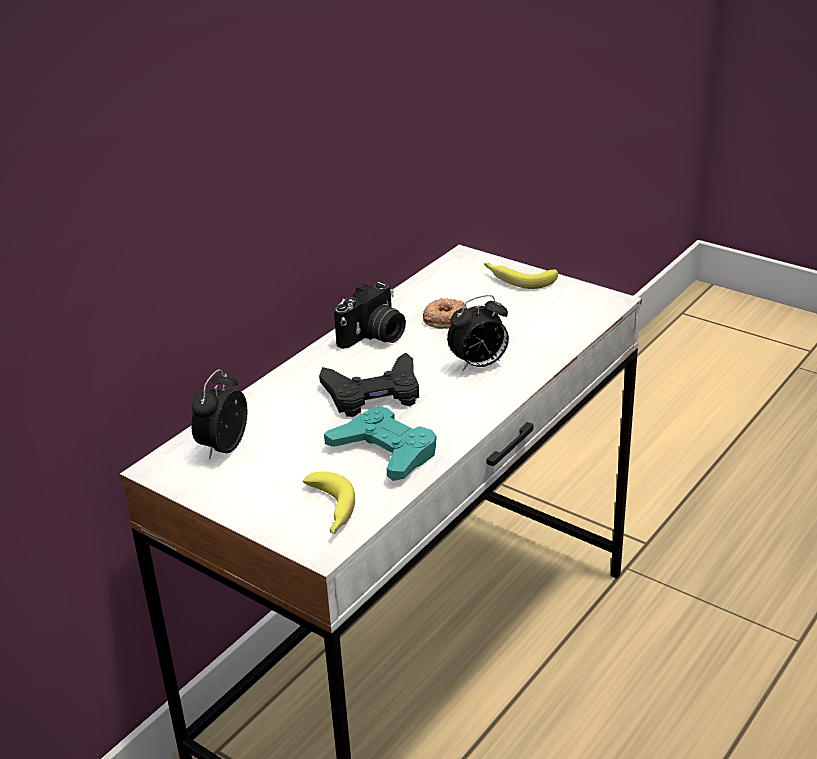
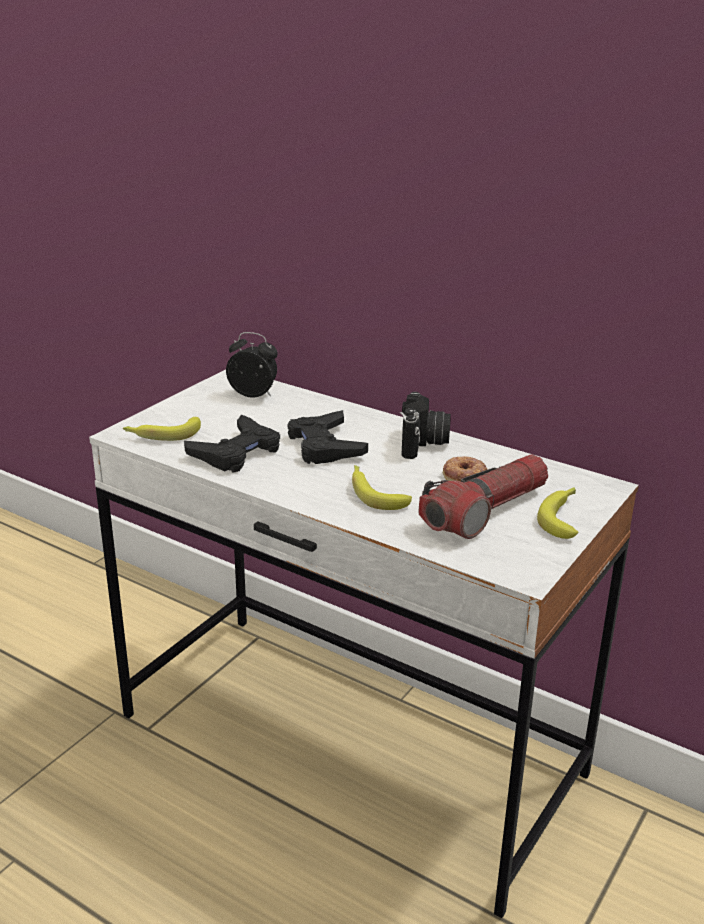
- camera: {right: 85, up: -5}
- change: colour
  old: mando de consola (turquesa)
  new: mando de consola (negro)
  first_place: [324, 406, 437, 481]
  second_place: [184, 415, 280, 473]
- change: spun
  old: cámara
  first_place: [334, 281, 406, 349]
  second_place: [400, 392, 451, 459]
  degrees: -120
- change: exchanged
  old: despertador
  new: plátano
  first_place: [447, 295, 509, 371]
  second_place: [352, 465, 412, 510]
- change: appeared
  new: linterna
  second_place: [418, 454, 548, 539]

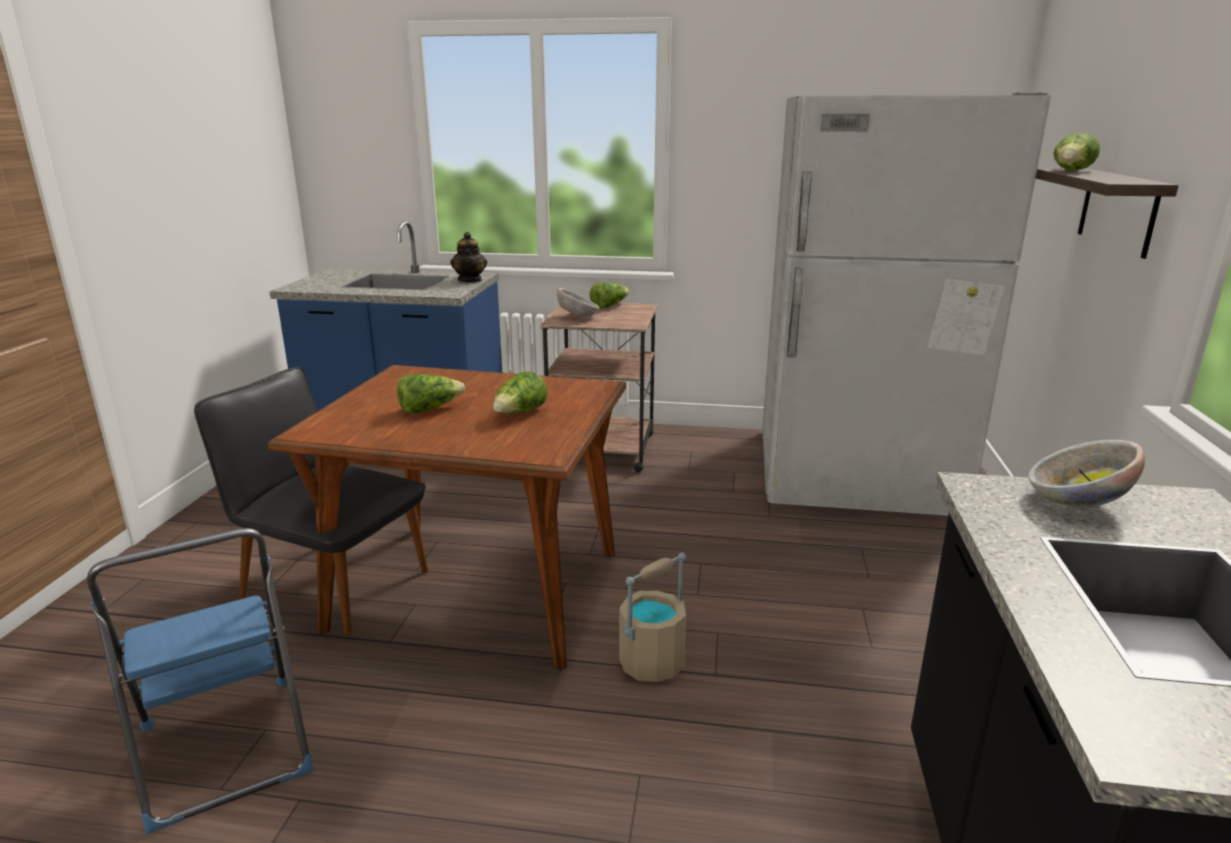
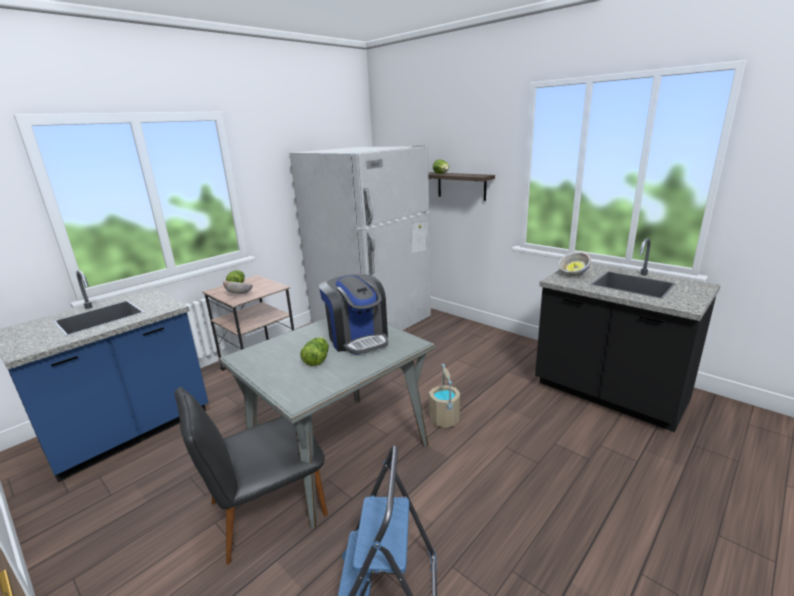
- camera: {right: -55, up: 0}
- change: colour
  old: mesa de comedor (marrón)
  new: mesa de comedor (gris)
  first_place: [268, 365, 626, 670]
  second_place: [219, 318, 436, 528]
- change: missing
  old: tetera
  first_place: [450, 232, 487, 283]
- change: exchanged
  old: lechuga
  new: cafetera
  first_place: [493, 371, 547, 413]
  second_place: [319, 274, 388, 355]

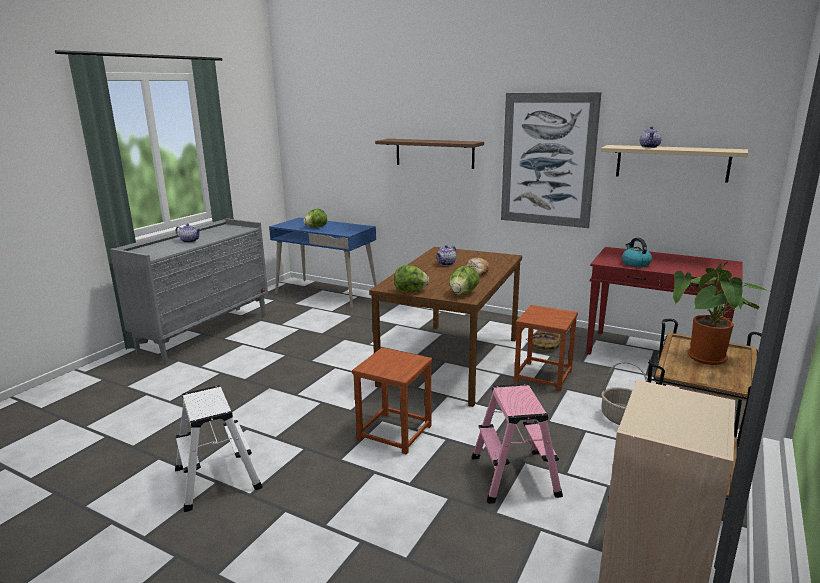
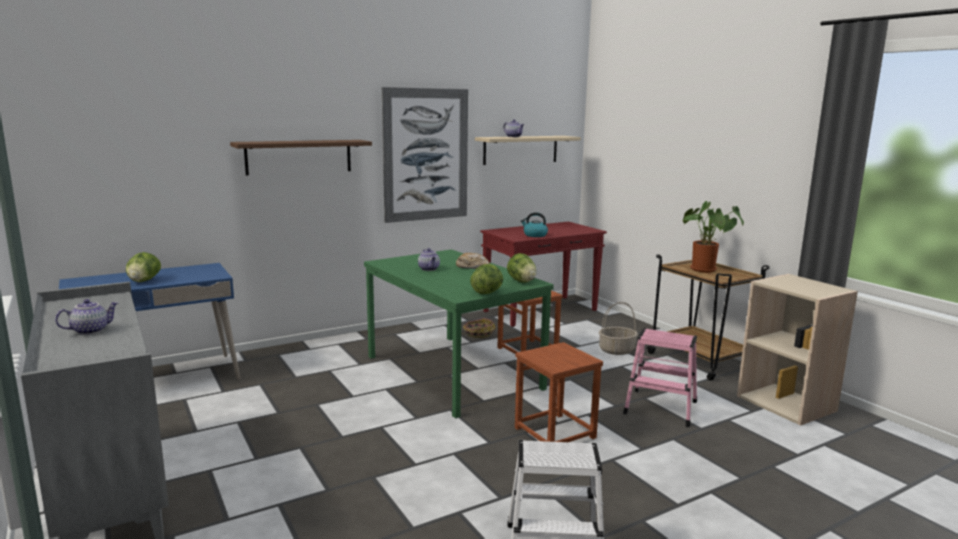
- camera: {right: -60, up: -5}
- change: colour
  old: mesa de comedor (marrón)
  new: mesa de comedor (verde)
  first_place: [369, 247, 522, 407]
  second_place: [364, 249, 554, 418]

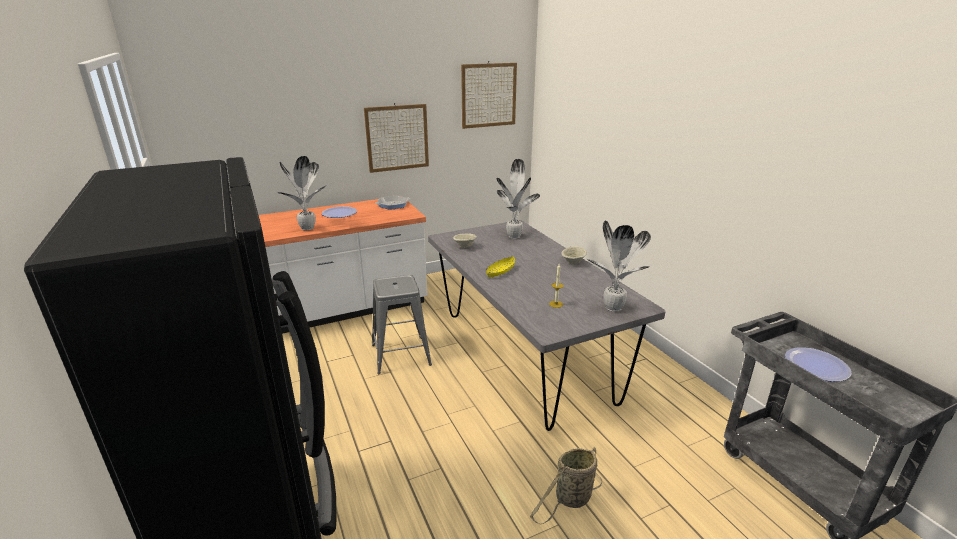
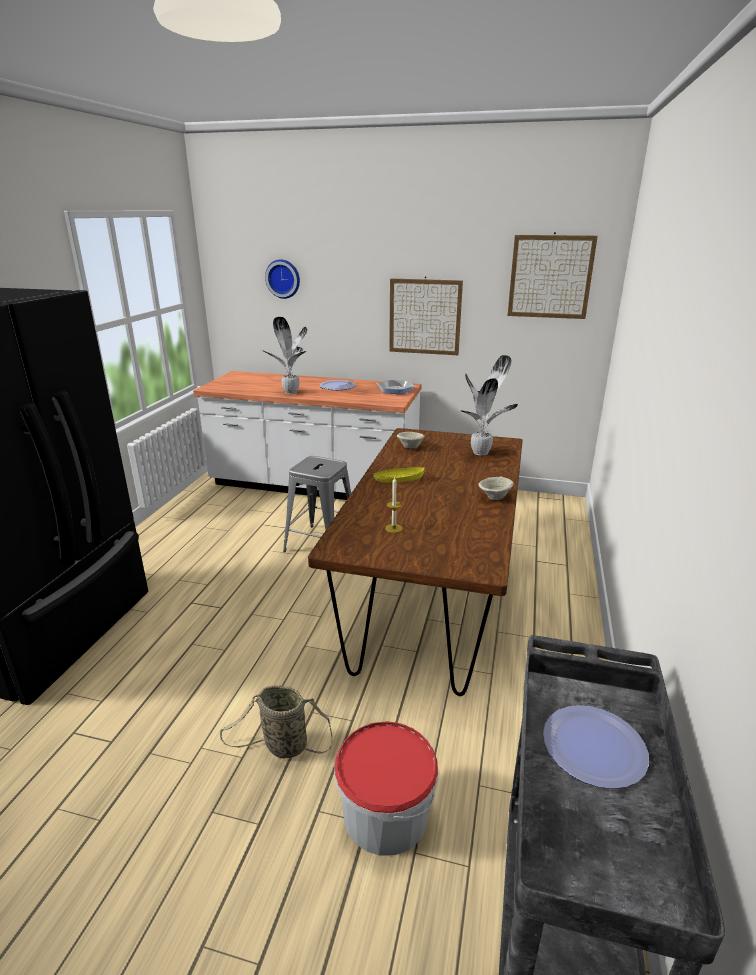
- camera: {right: 40, up: 0}
- change: colour
  old: mesa de comedor (gris)
  new: mesa de comedor (marrón)
  first_place: [428, 220, 666, 431]
  second_place: [308, 428, 523, 696]
- change: missing
  old: planta en maceta
  first_place: [587, 221, 651, 312]
- change: appeared
  new: reloj de pared
  second_place: [265, 259, 300, 299]
- change: appeared
  new: cubo
  second_place: [334, 721, 438, 855]

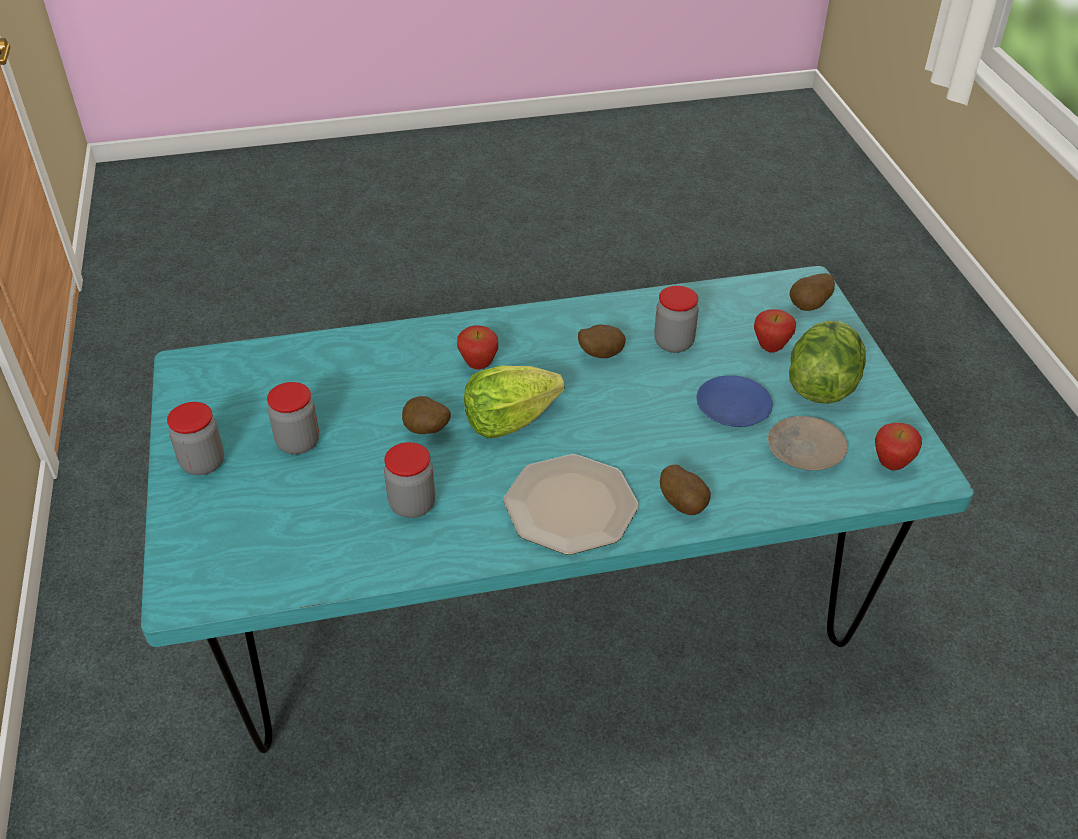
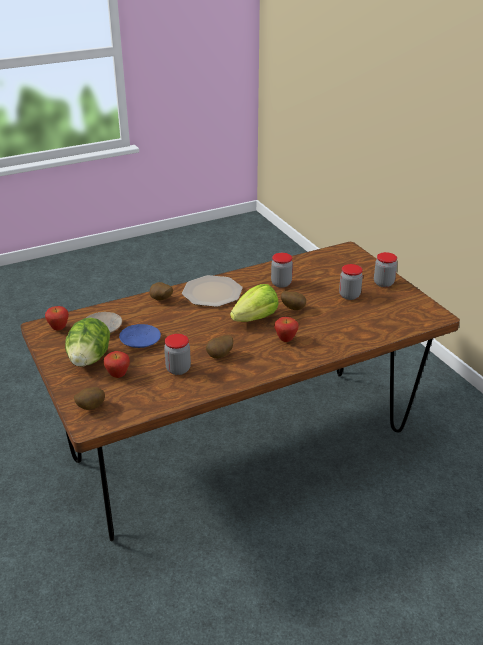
- camera: {right: 165, up: -10}
- change: colour
  old: mesa de comedor (turquesa)
  new: mesa de comedor (marrón)
  first_place: [141, 266, 974, 753]
  second_place: [21, 242, 460, 541]

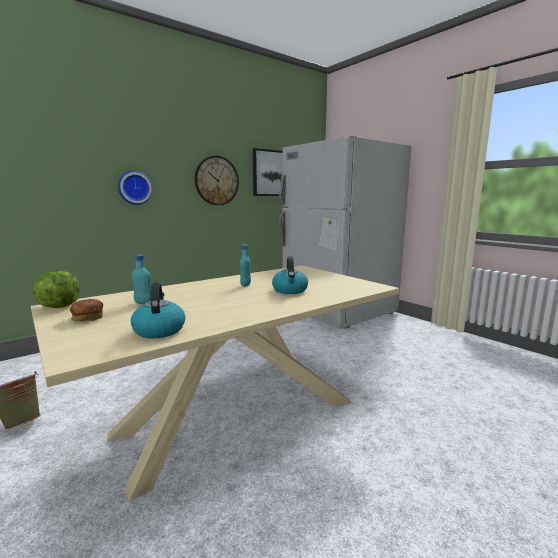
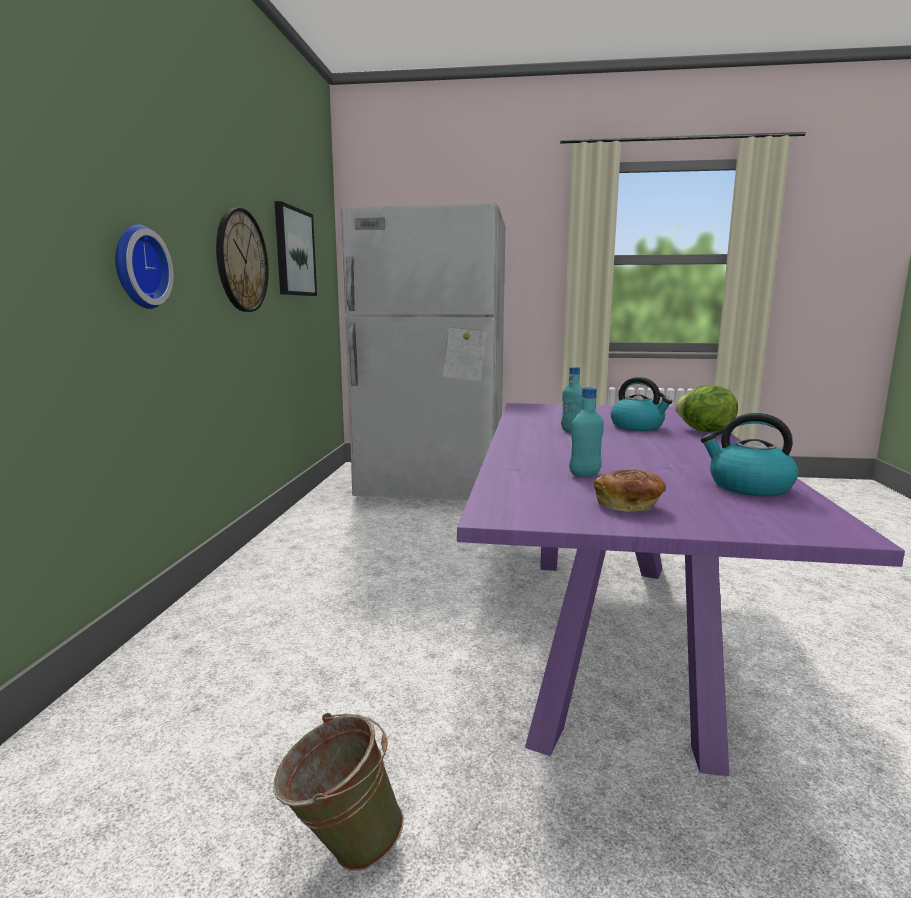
- camera: {right: -45, up: 0}
- change: colour
  old: mesa de comedor (beis)
  new: mesa de comedor (morado)
  first_place: [31, 265, 399, 501]
  second_place: [457, 403, 905, 776]
- change: relocated
  old: lechuga
  first_place: [33, 271, 80, 308]
  second_place: [675, 385, 738, 432]

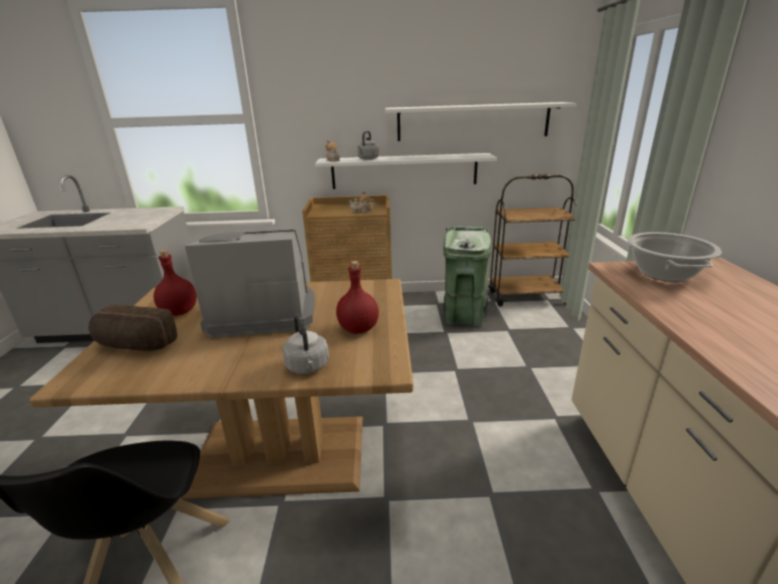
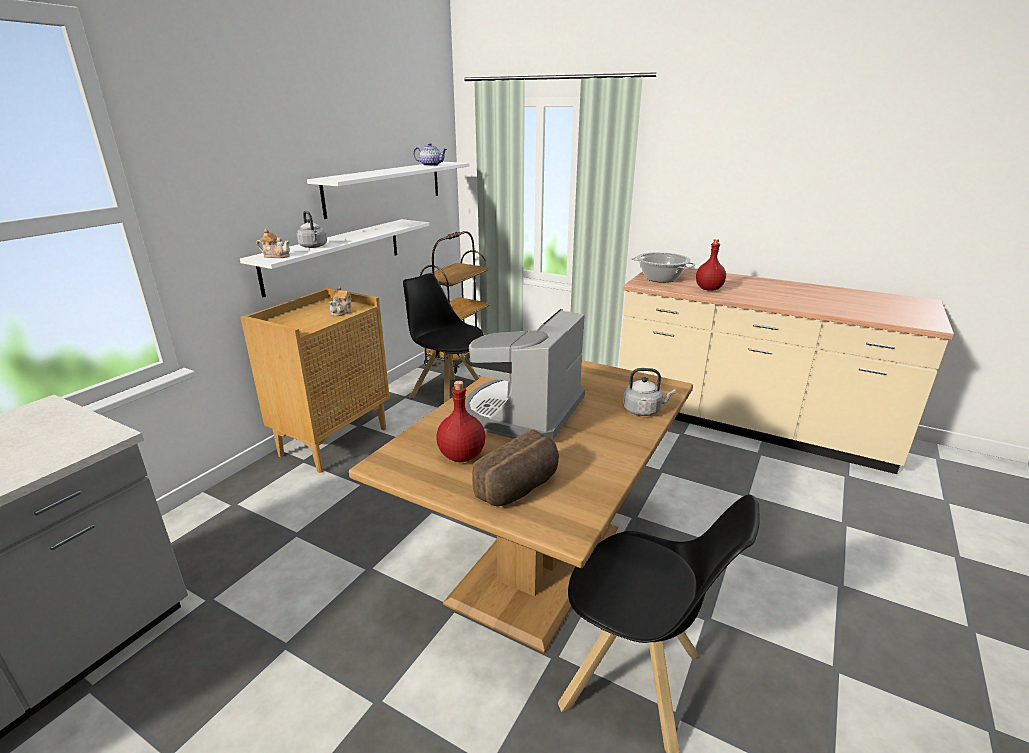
- camera: {right: -60, up: 0}
- change: relocated
  old: botella (rojo)
  first_place: [336, 261, 379, 334]
  second_place: [696, 239, 726, 291]
- change: exchanged
  old: papelera (verde)
  new: silla (negro)
  first_place: [443, 226, 491, 327]
  second_place: [403, 273, 484, 403]
- change: appeared
  new: tetera
  second_place: [413, 143, 447, 166]

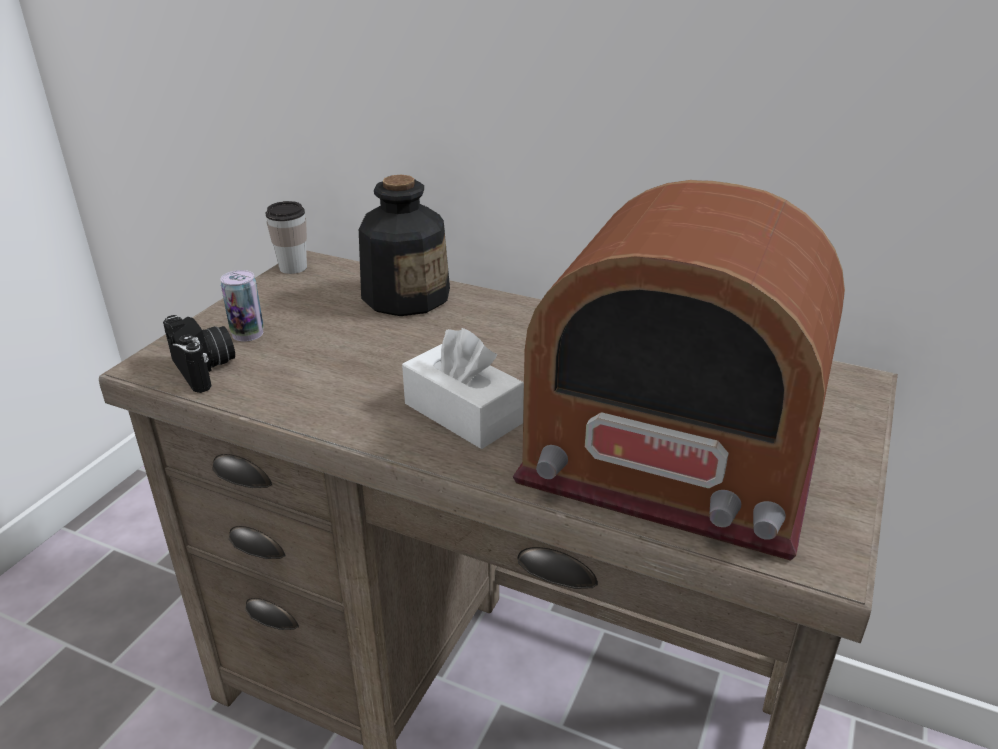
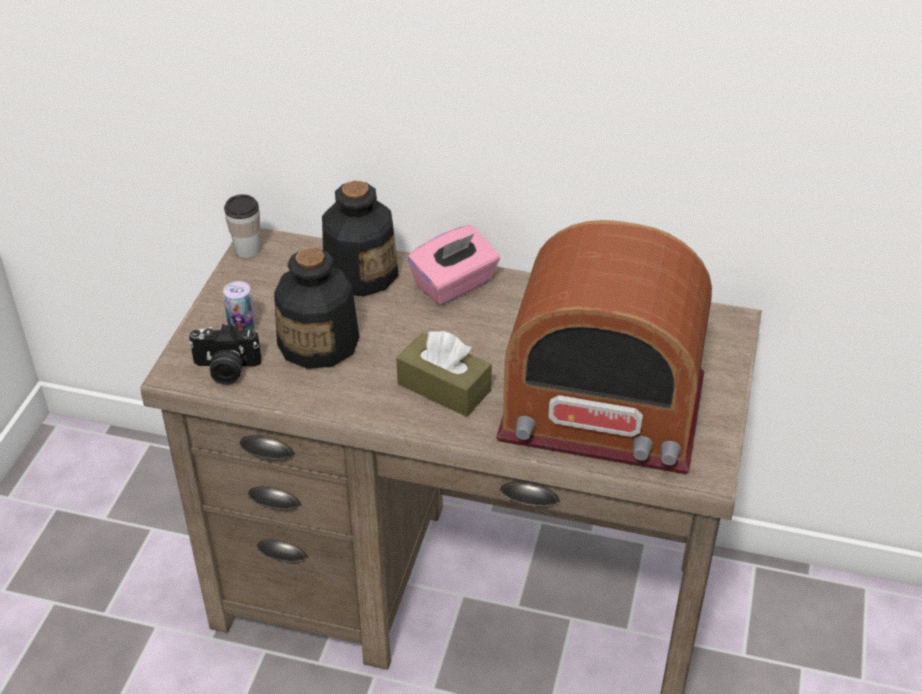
- camera: {right: -10, up: 10}
- change: spun
  old: cámara
  first_place: [163, 315, 235, 393]
  second_place: [189, 324, 261, 385]
  degrees: 135
- change: colour
  old: caja de pañuelos (blanco)
  new: caja de pañuelos (marrón)
  first_place: [402, 328, 524, 449]
  second_place: [396, 331, 492, 417]
- change: appeared
  new: botella
  second_place: [274, 248, 359, 369]
- change: appeared
  new: caja de pañuelos (rosa)
  second_place: [407, 225, 500, 305]

